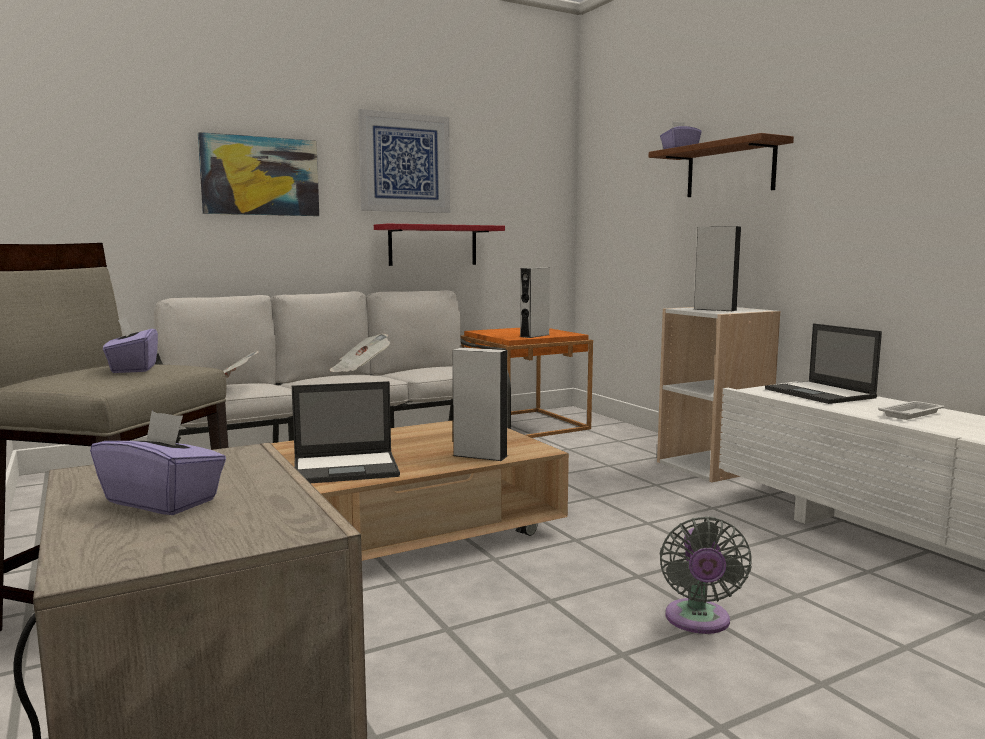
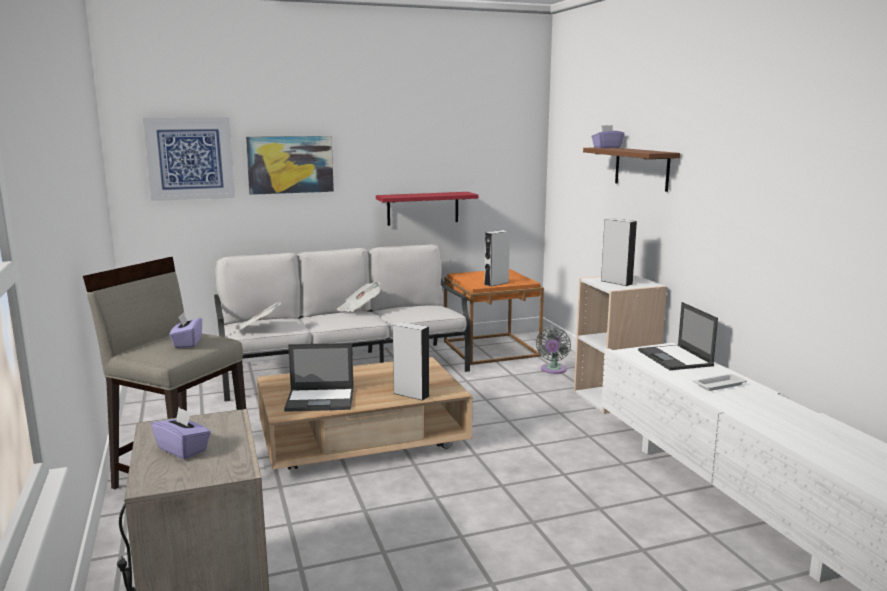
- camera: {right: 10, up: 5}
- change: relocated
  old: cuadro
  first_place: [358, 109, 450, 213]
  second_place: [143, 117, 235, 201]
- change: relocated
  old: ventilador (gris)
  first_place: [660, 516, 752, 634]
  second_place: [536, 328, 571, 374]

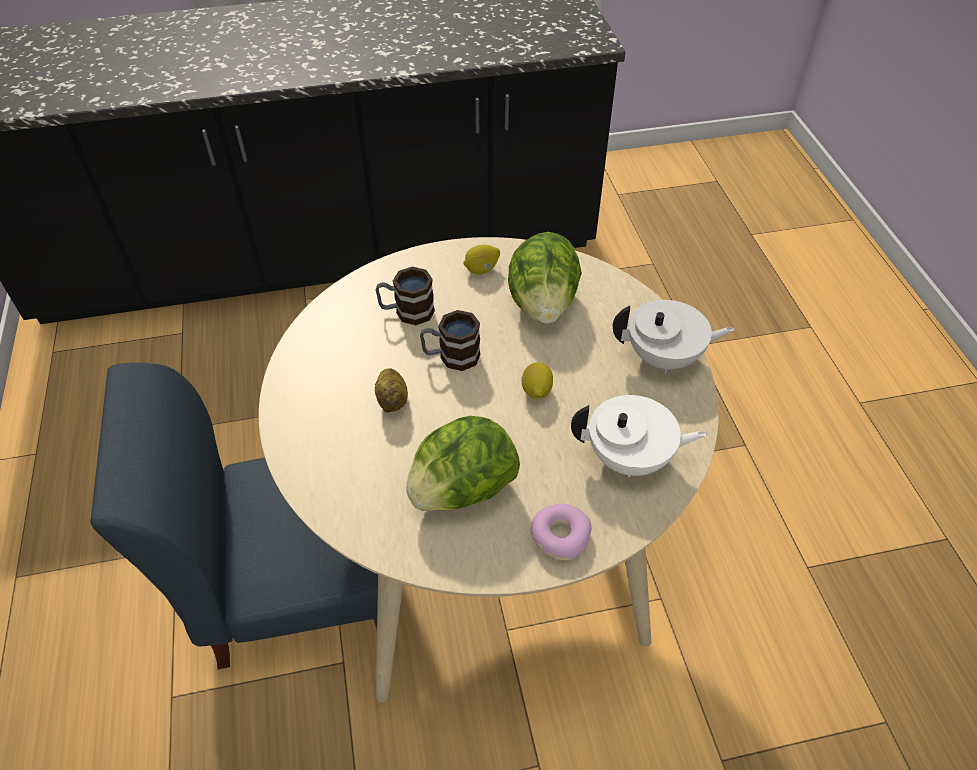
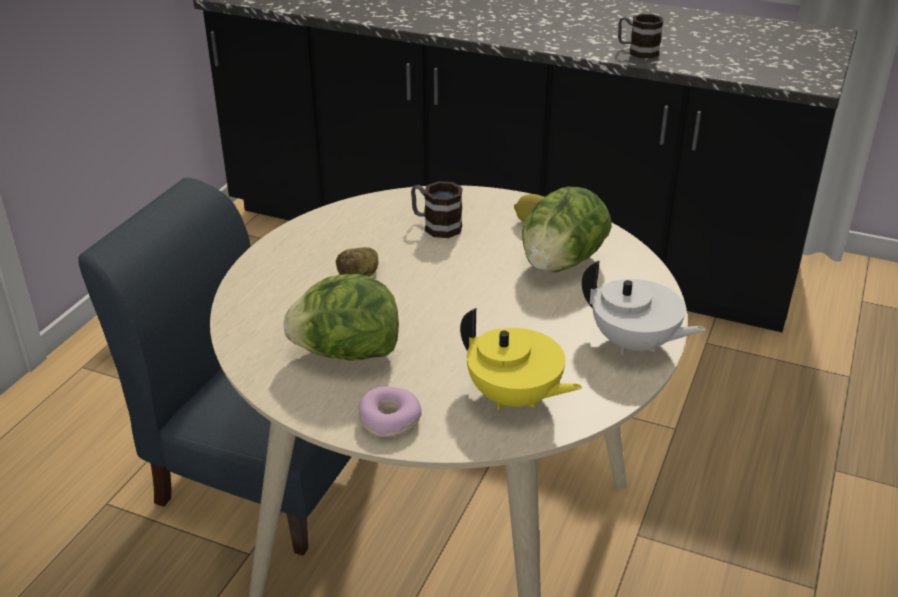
- camera: {right: 35, up: -15}
- change: relocated
  old: taza grande
  first_place: [420, 310, 481, 371]
  second_place: [618, 14, 663, 59]
- change: missing
  old: limón
  first_place: [521, 362, 553, 399]
- change: colour
  old: tetera (blanco)
  new: tetera (amarillo)
  first_place: [571, 395, 707, 477]
  second_place: [460, 308, 582, 410]

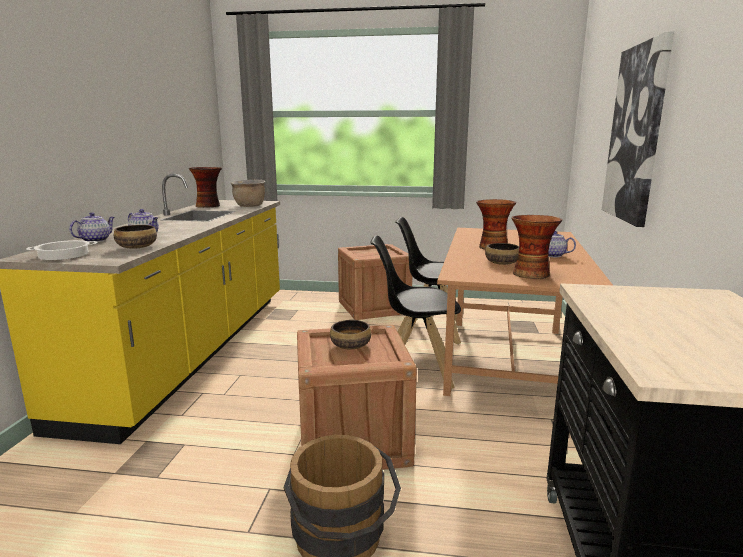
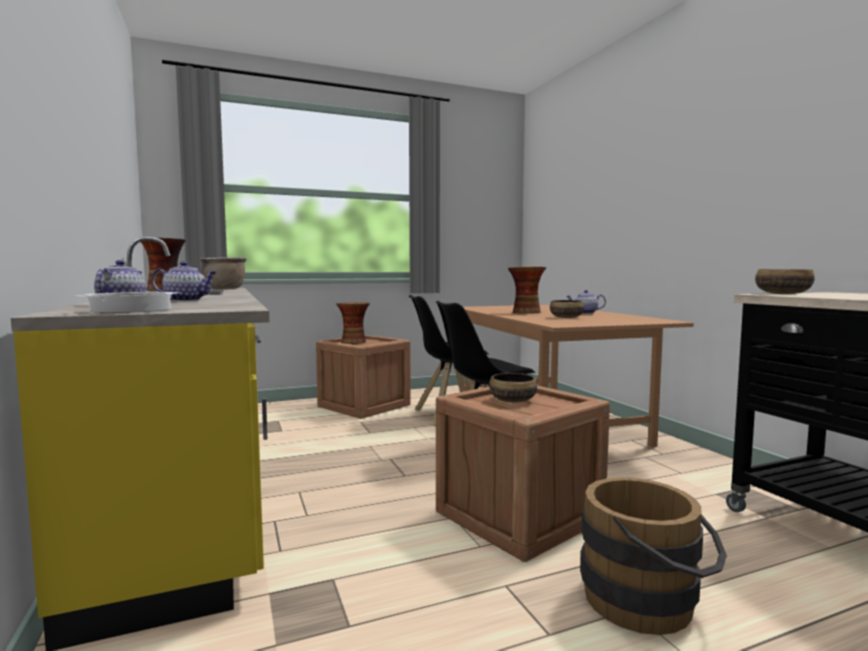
- camera: {right: -30, up: -10}
- change: relocated
  old: cuenco
  first_place: [114, 225, 157, 249]
  second_place: [755, 269, 815, 294]
- change: relocated
  old: florero
  first_place: [511, 215, 562, 279]
  second_place: [336, 302, 370, 344]
- change: missing
  old: cuadro
  first_place: [602, 31, 674, 227]

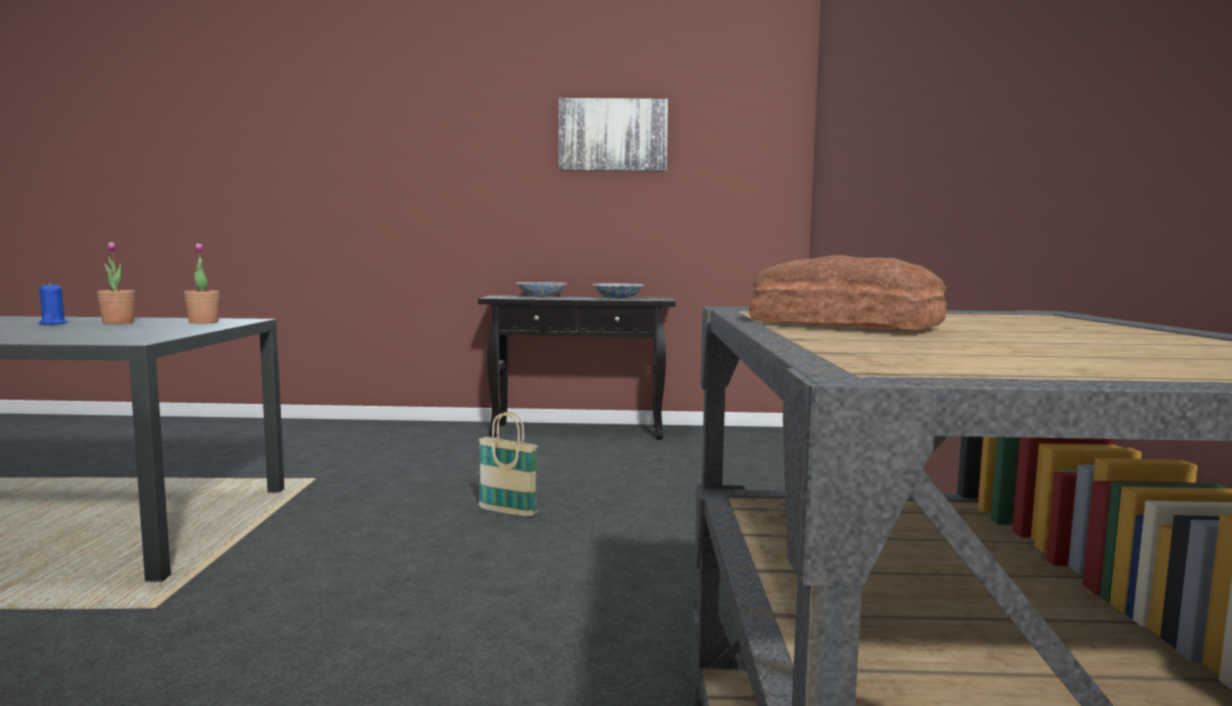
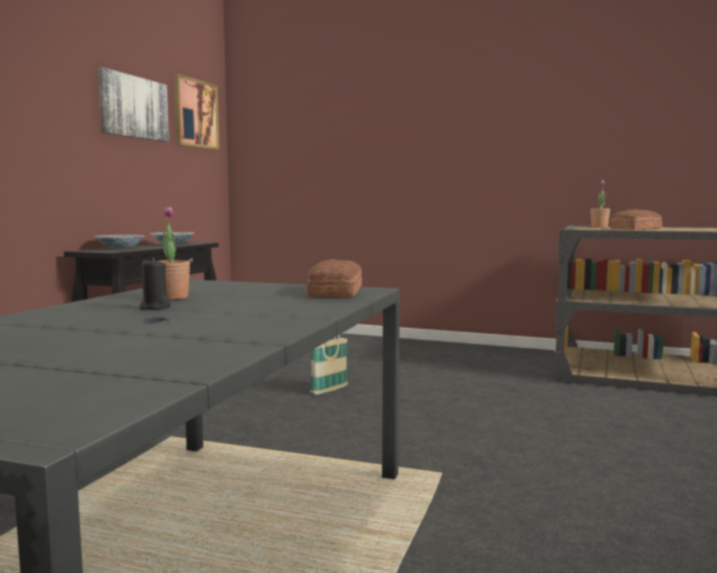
- camera: {right: -70, up: 0}
- change: colour
  old: vela (azul)
  new: vela (negro)
  first_place: [39, 283, 68, 325]
  second_place: [139, 258, 170, 310]
- change: relocated
  old: planta en maceta
  first_place: [184, 243, 220, 324]
  second_place: [591, 180, 610, 228]
- change: appeared
  new: cuadro
  second_place: [174, 73, 219, 150]
- change: appeared
  new: pan
  second_place: [306, 259, 362, 297]

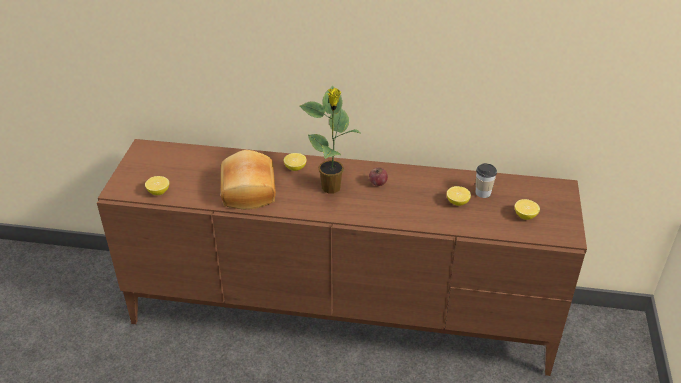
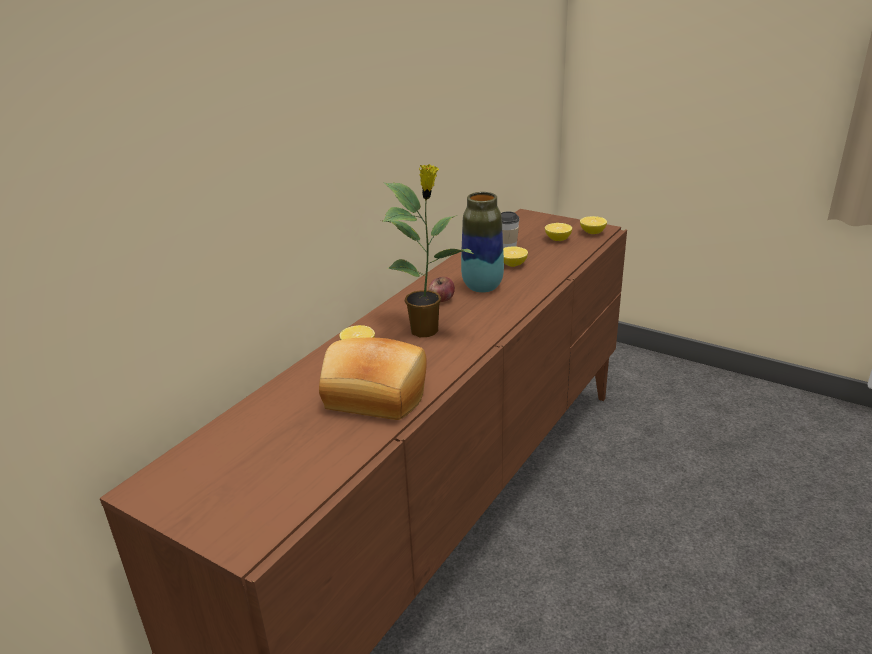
- camera: {right: -65, up: -10}
- change: relocated
  old: limón
  first_place: [145, 176, 169, 195]
  second_place: [580, 216, 607, 234]
- change: appeared
  new: florero
  second_place: [461, 192, 504, 293]

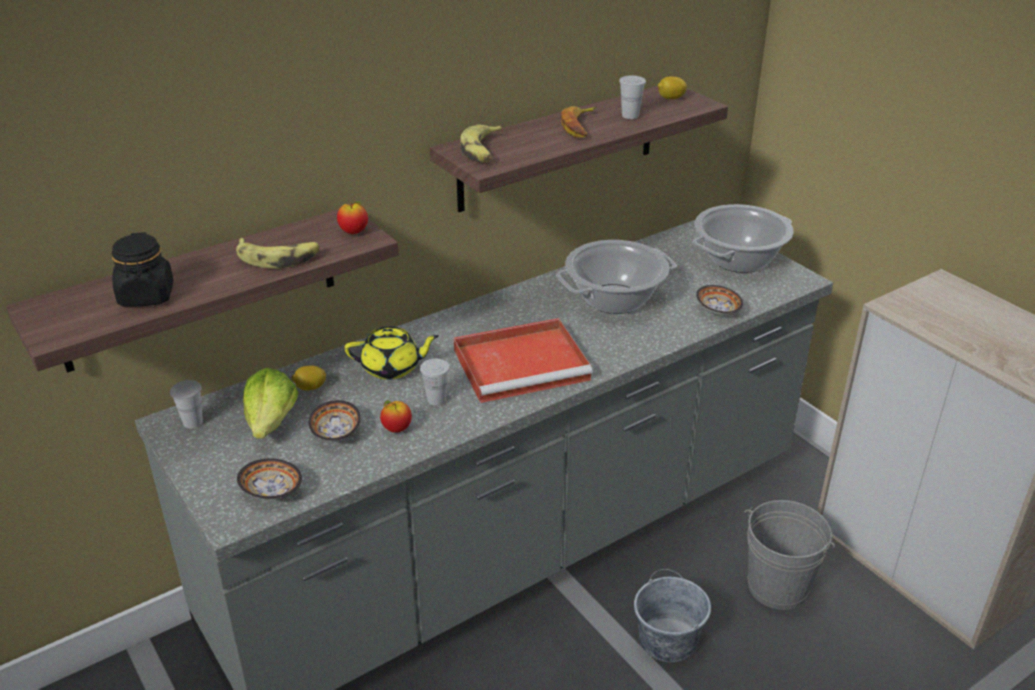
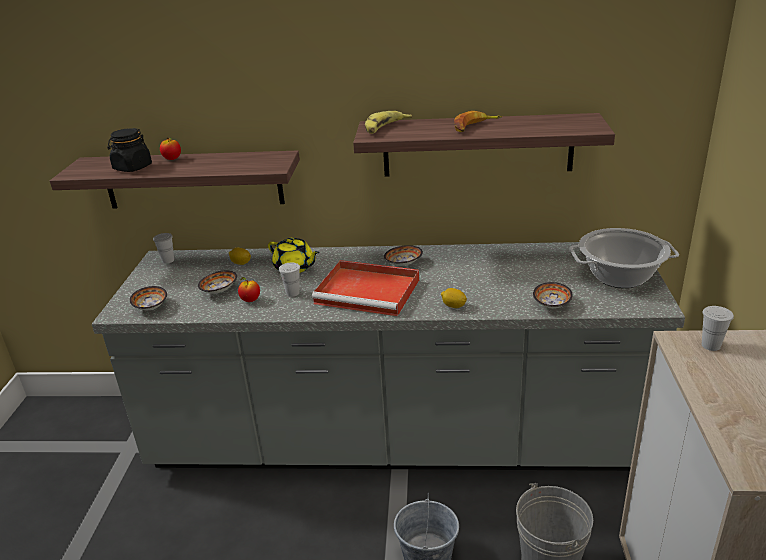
- camera: {right: 40, up: -5}
- change: missing
  old: plátano
  first_place: [236, 238, 320, 269]
- change: missing
  old: lechuga
  first_place: [243, 368, 298, 439]
- change: relocated
  old: manzana
  first_place: [337, 201, 368, 234]
  second_place: [160, 138, 181, 160]
- change: missing
  old: olla
  first_place: [556, 240, 677, 314]
- change: relocated
  old: taza (blanco)
  first_place: [619, 76, 646, 119]
  second_place: [702, 306, 734, 351]
- change: relocated
  old: limón
  first_place: [658, 77, 687, 99]
  second_place: [441, 288, 467, 308]
- change: appeared
  new: cuenco
  second_place: [384, 245, 423, 266]

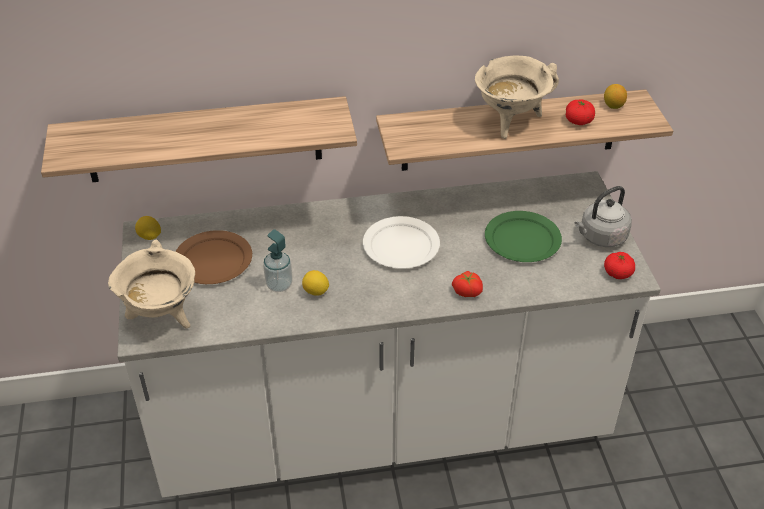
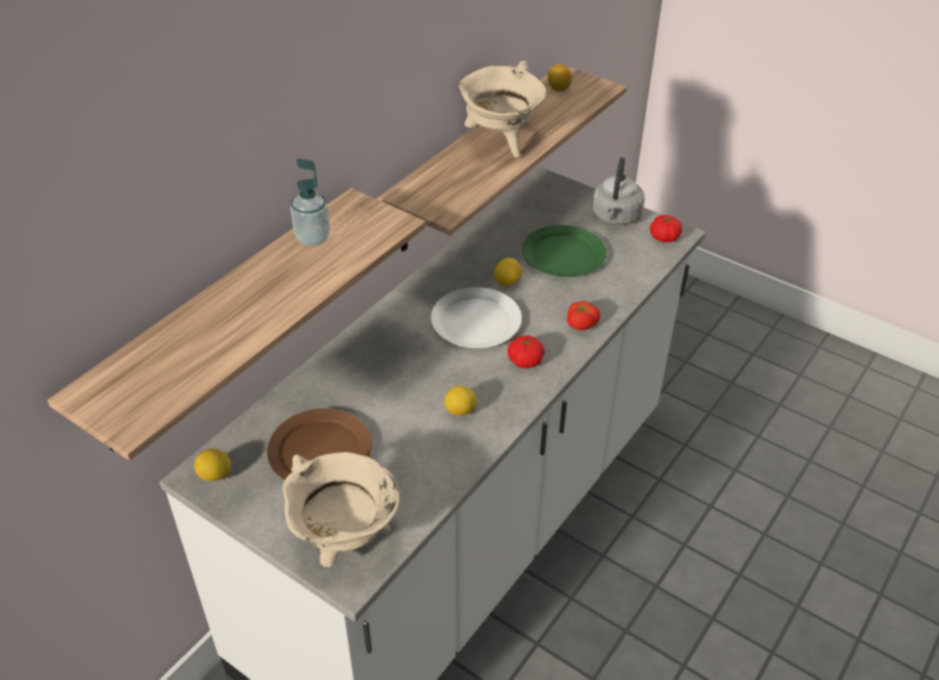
- camera: {right: -45, up: 0}
- change: relocated
  old: dispensador de jabón
  first_place: [263, 229, 293, 292]
  second_place: [291, 159, 330, 246]
- change: relocated
  old: tomate
  first_place: [566, 99, 595, 125]
  second_place: [507, 336, 545, 368]
- change: appeared
  new: limón
  second_place: [494, 258, 522, 286]

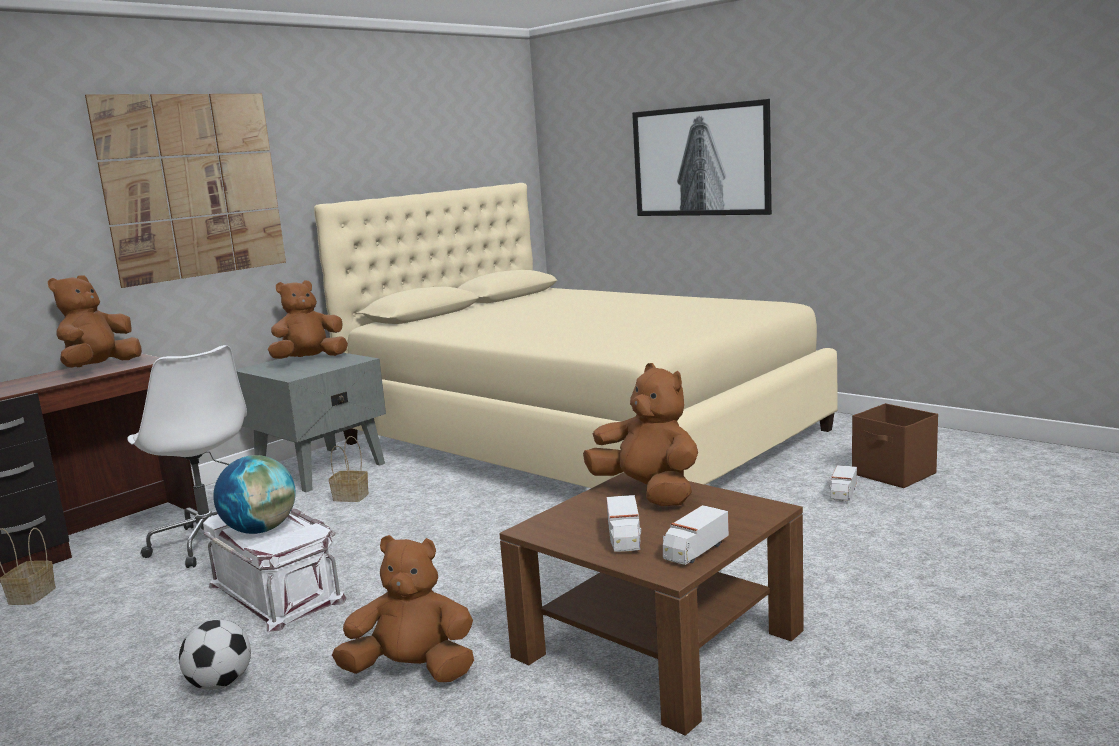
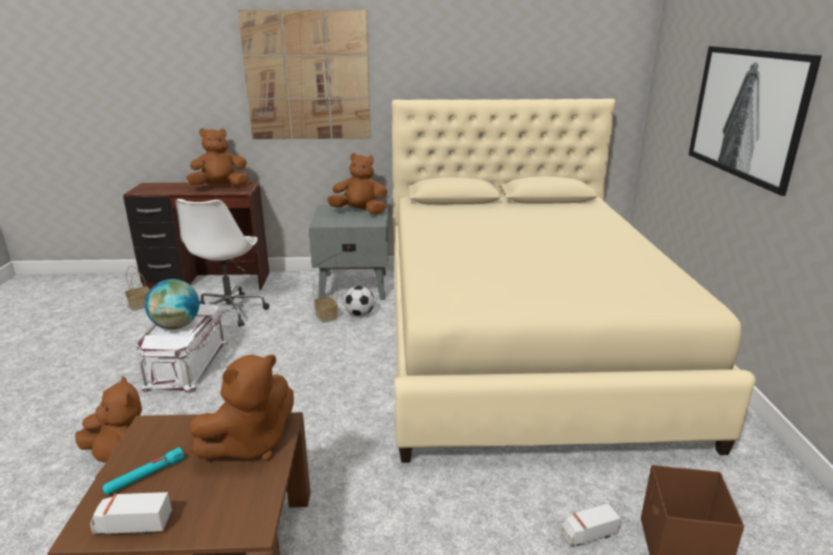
- camera: {right: 45, up: 10}
- change: relocated
  old: balón de fútbol
  first_place: [179, 620, 251, 690]
  second_place: [344, 286, 374, 316]
- change: spun
  old: peluche (marrón)
  first_place: [583, 363, 698, 506]
  second_place: [190, 355, 294, 461]
  degrees: 45
- change: exchanged
  old: camión de juguete
  new: linterna (turquesa)
  first_place: [606, 495, 641, 552]
  second_place: [102, 448, 184, 495]

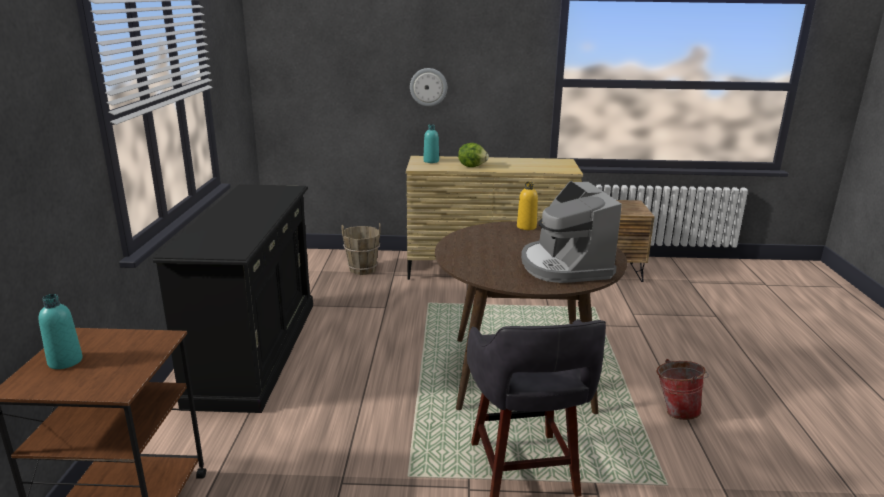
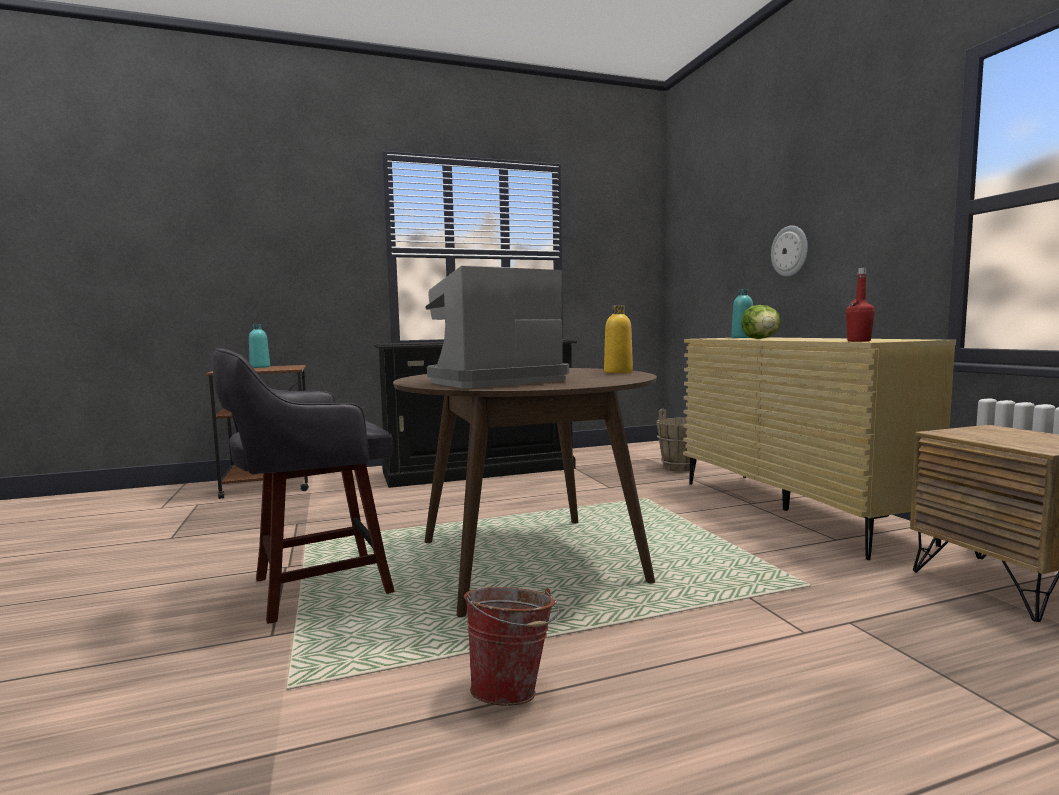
- camera: {right: 70, up: -15}
- change: appeared
  new: botella (rojo)
  second_place: [846, 268, 875, 342]

